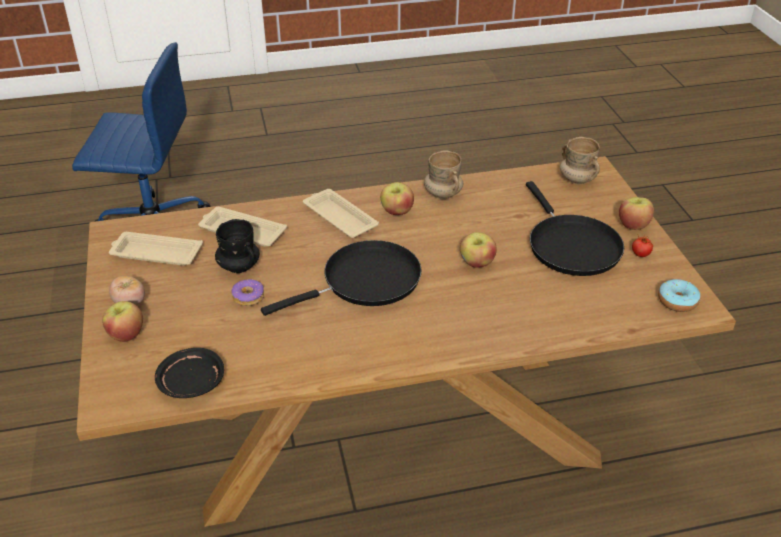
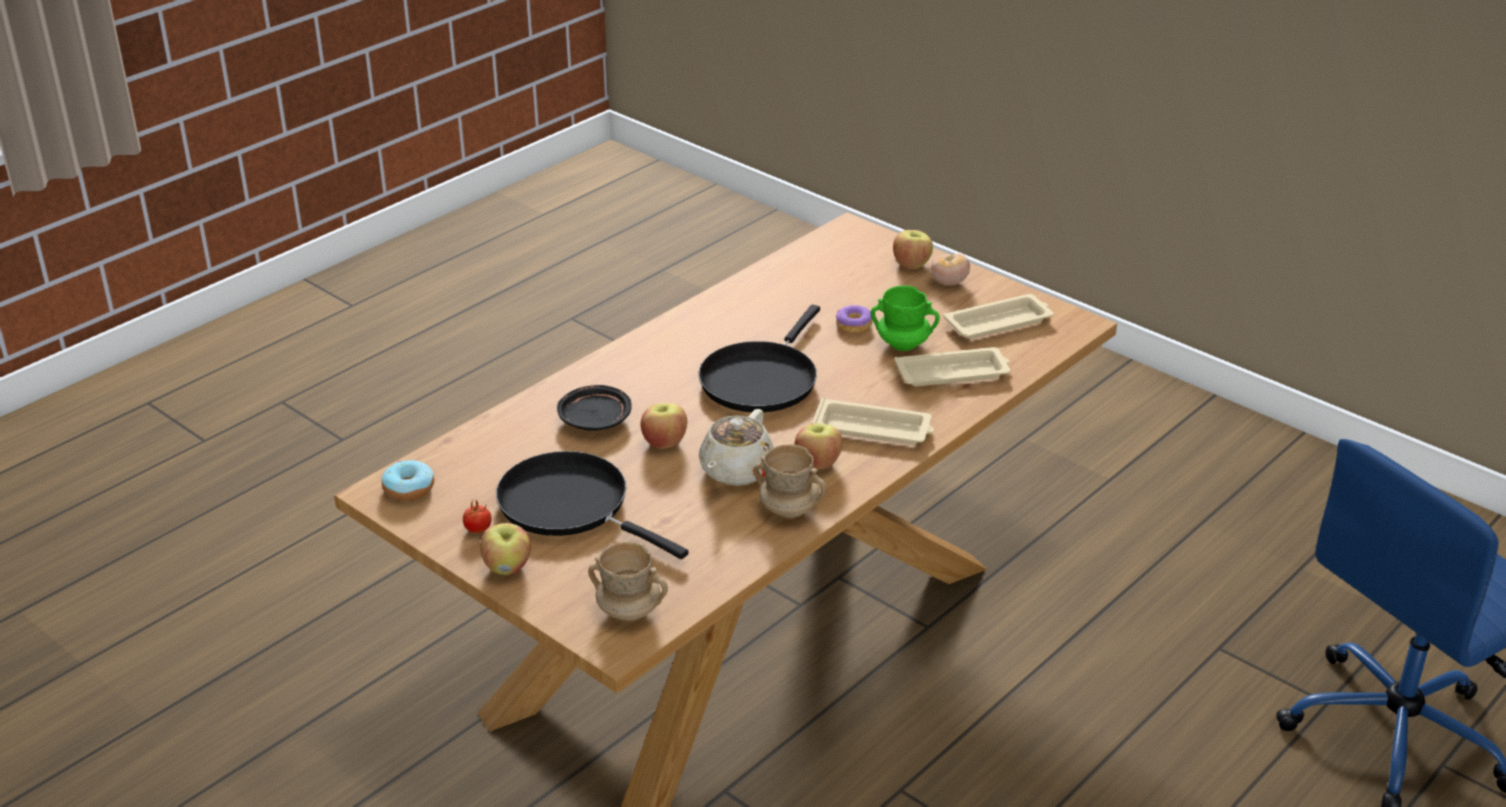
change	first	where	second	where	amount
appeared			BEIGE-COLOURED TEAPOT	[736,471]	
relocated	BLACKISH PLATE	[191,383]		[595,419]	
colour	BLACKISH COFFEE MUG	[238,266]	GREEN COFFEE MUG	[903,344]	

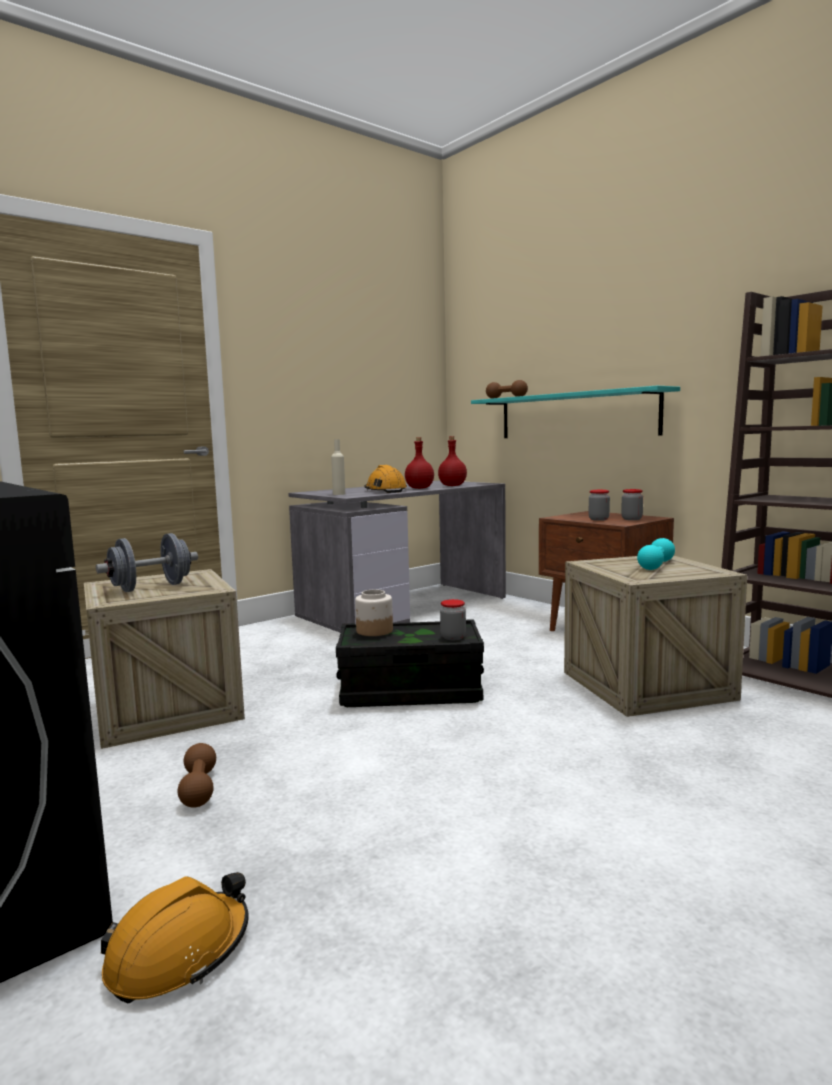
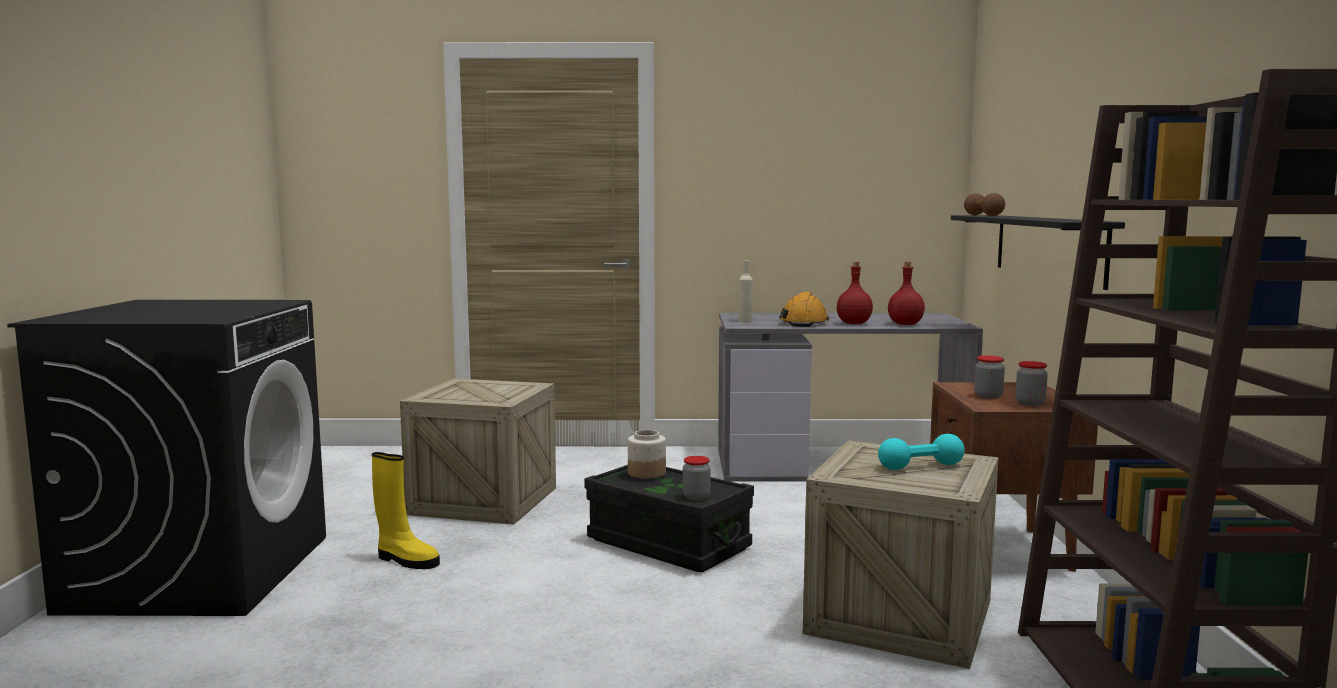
change	first	where	second	where	amount
missing	GRAY HAND WEIGHT	[151,587]			
missing	ORANGE WORK HELMET	[179,953]			
exchanged	BROWN-COLOURED HAND WEIGHT	[199,788]	YELLOW TALL BOOT	[406,560]	
colour	BLUE-GREEN WALL SHELF	[575,415]	BLACKISH WALL SHELF	[1047,247]	

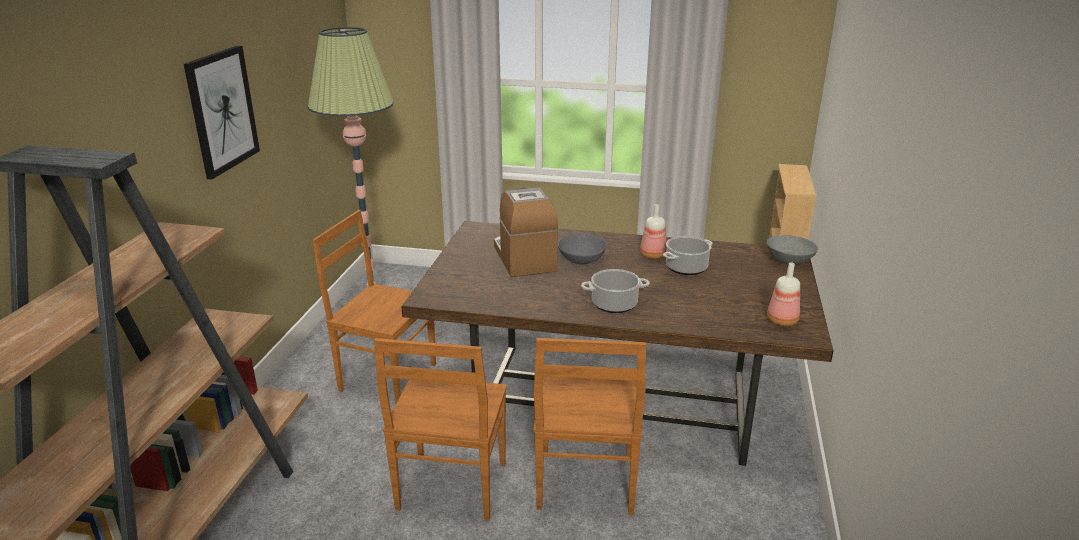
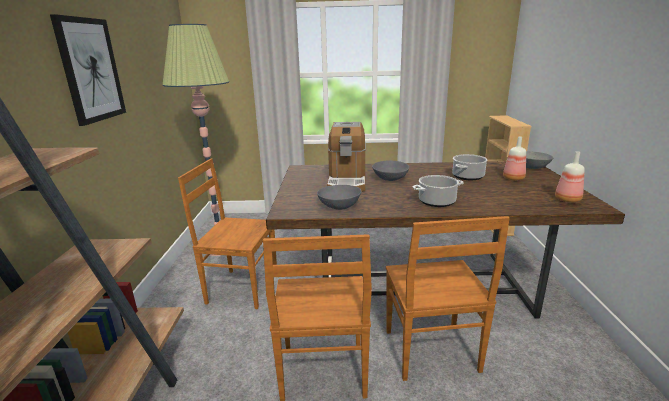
change	first	where	second	where	amount
appeared			GRAY BOWL	[340,206]	
relocated	BOTTLE	[652,255]		[512,178]	
spun	COFFEE MAKER	[524,258]		[347,181]	150 degrees counterclockwise

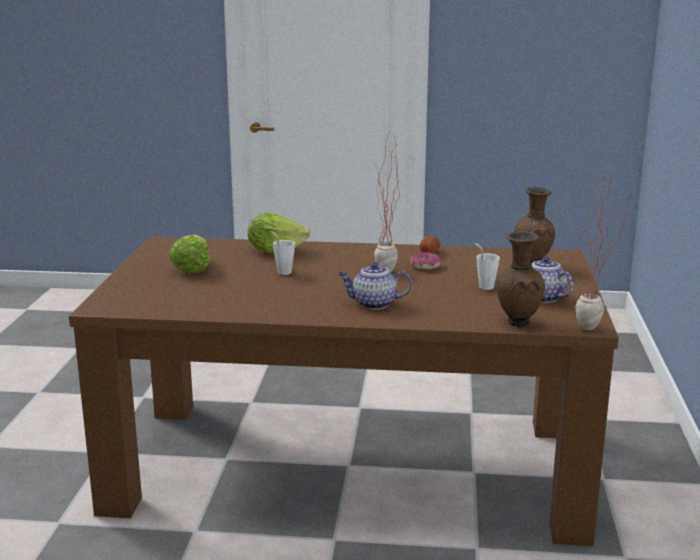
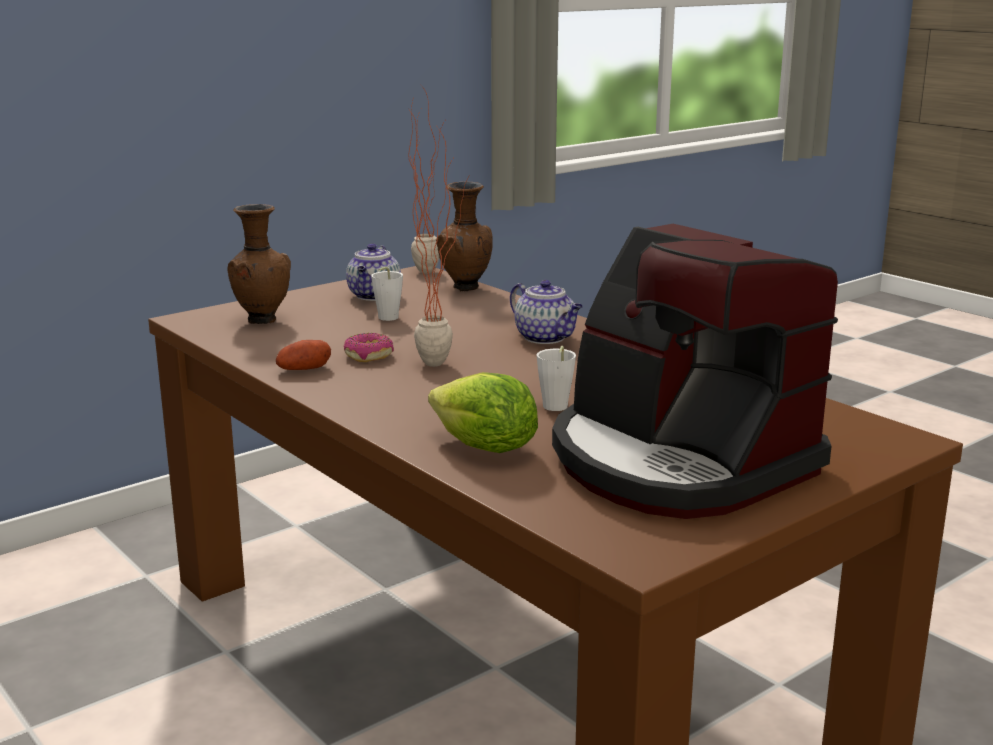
change	first	where	second	where	amount
exchanged	HEAD OF LETTUCE	[191,268]	COFFEE MAKER	[678,462]	

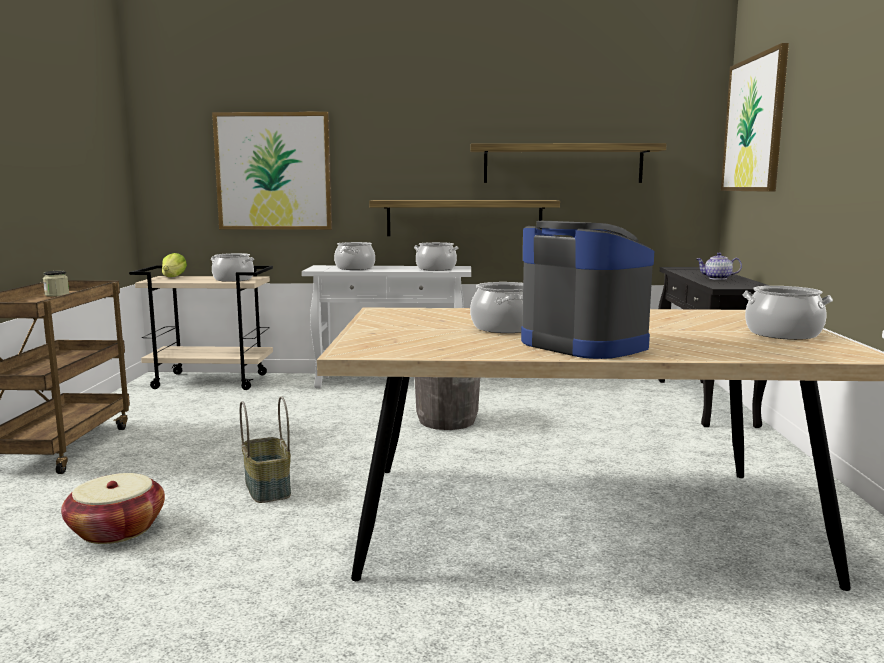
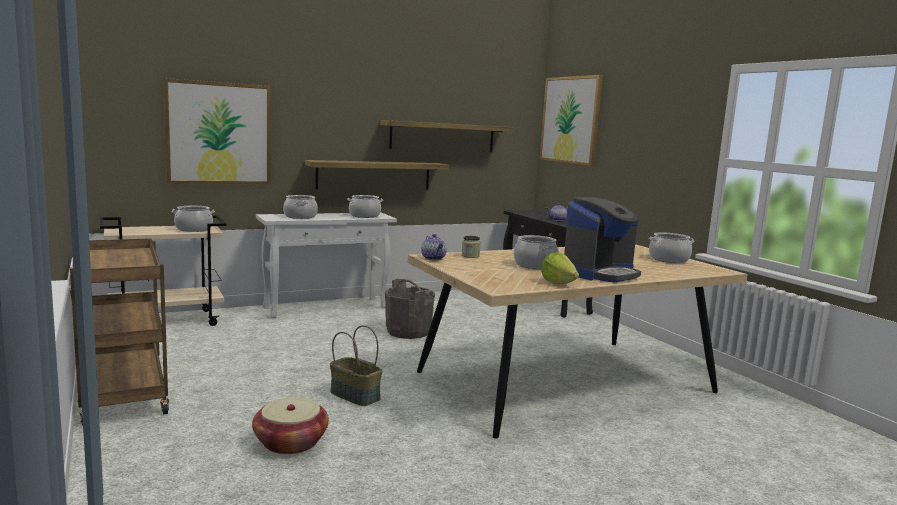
change	first	where	second	where	amount
appeared			TEAPOT	[434,258]	
relocated	STORAGE JAR	[57,295]		[470,256]	
relocated	HEAD OF LETTUCE	[174,277]		[558,283]	
spun	COFFEE MAKER	[584,344]		[600,273]	120 degrees clockwise

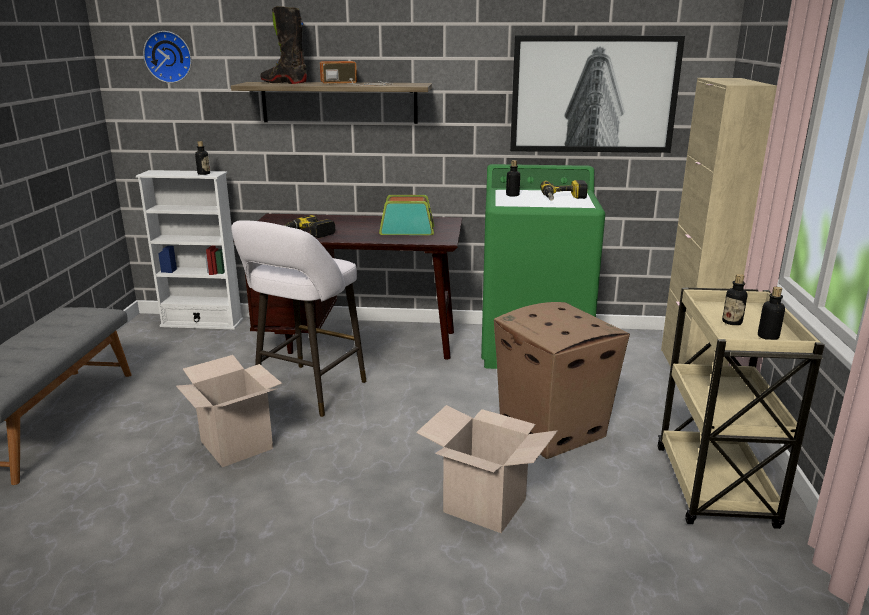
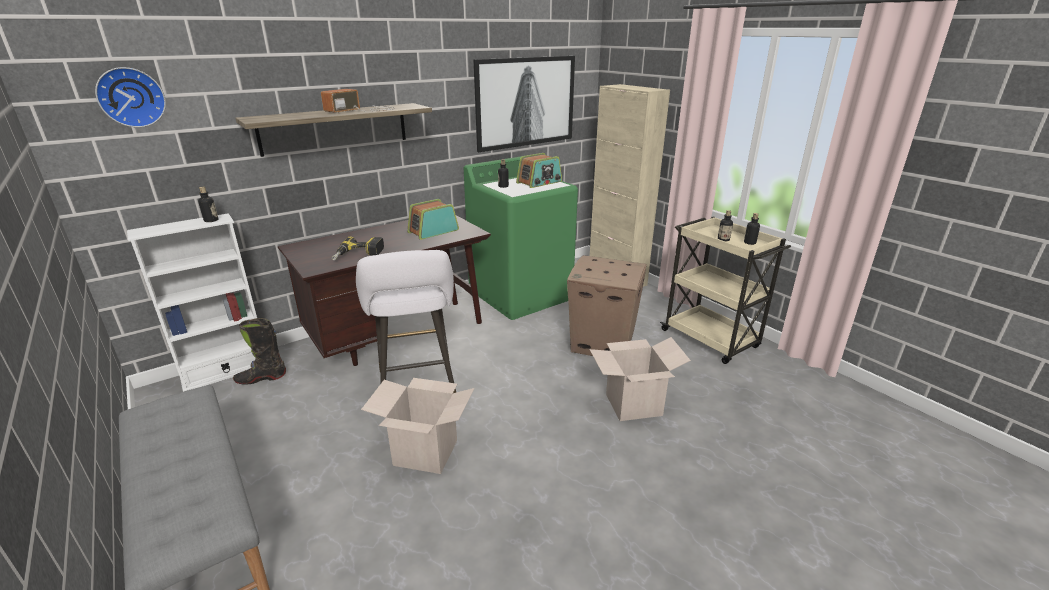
change	first	where	second	where	amount
relocated	BLACKISH TALL BOOT	[284,83]		[261,378]	
exchanged	ELECTRIC DRILL	[564,199]	RADIO SET	[539,182]	

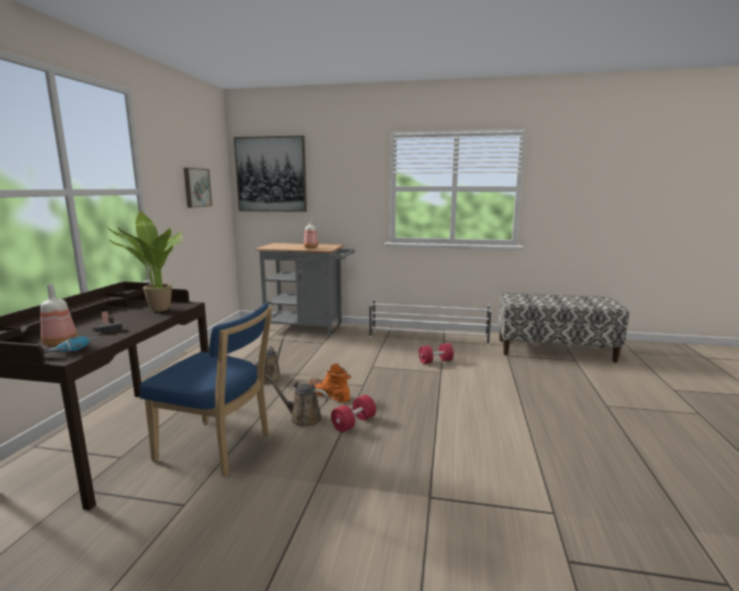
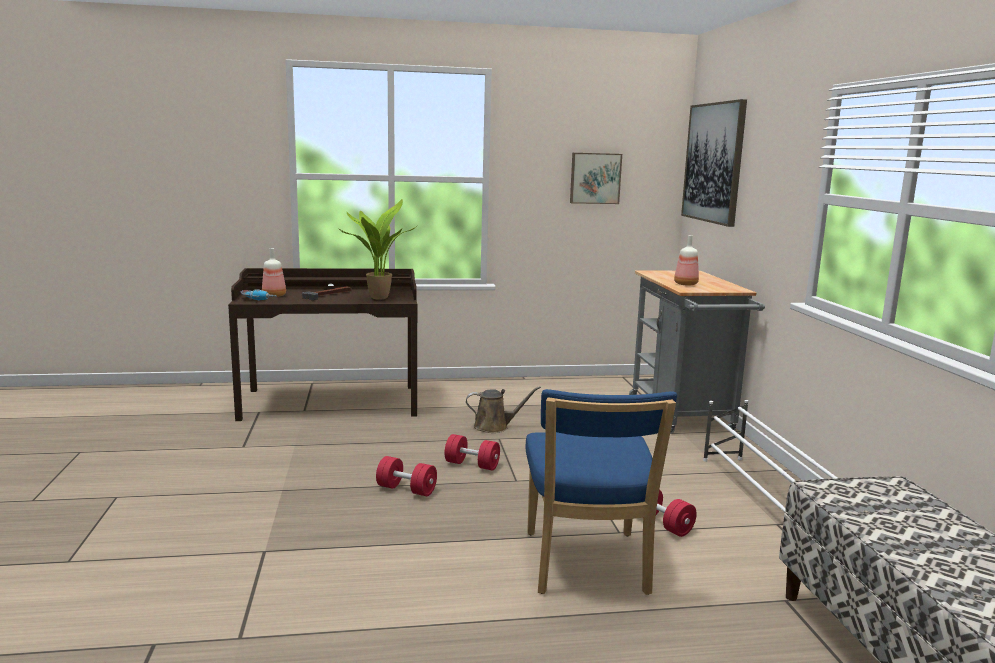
change	first	where	second	where	amount
missing	BROWN-COLOURED WATERING CAN	[302,418]			
relocated	BLUE PLAIN CHAIR	[218,448]		[586,567]	
exchanged	ORANGE TALL BOOT	[329,394]	REDDISH HAND WEIGHT	[472,465]	

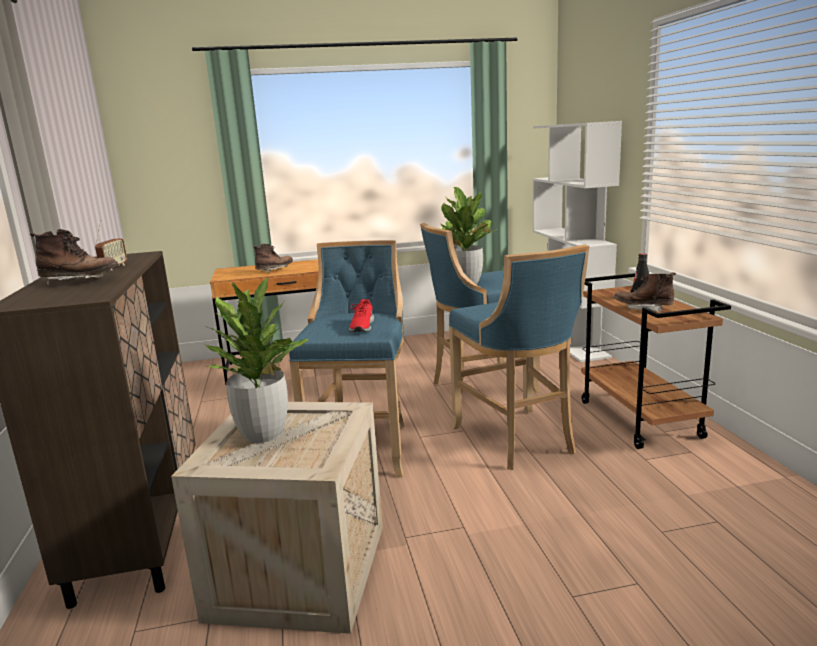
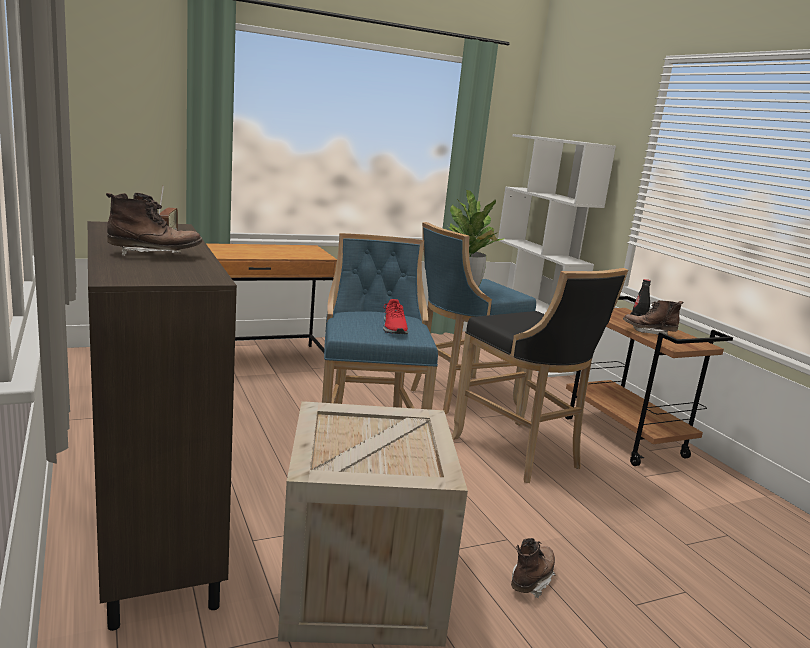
change	first	where	second	where	amount
missing	HOUSEPLANT	[263,434]			
relocated	BROWN-COLOURED TALL BOOT	[274,270]		[531,580]	
colour	BLUE STOOL	[517,440]	BLACKISH STOOL	[520,453]	

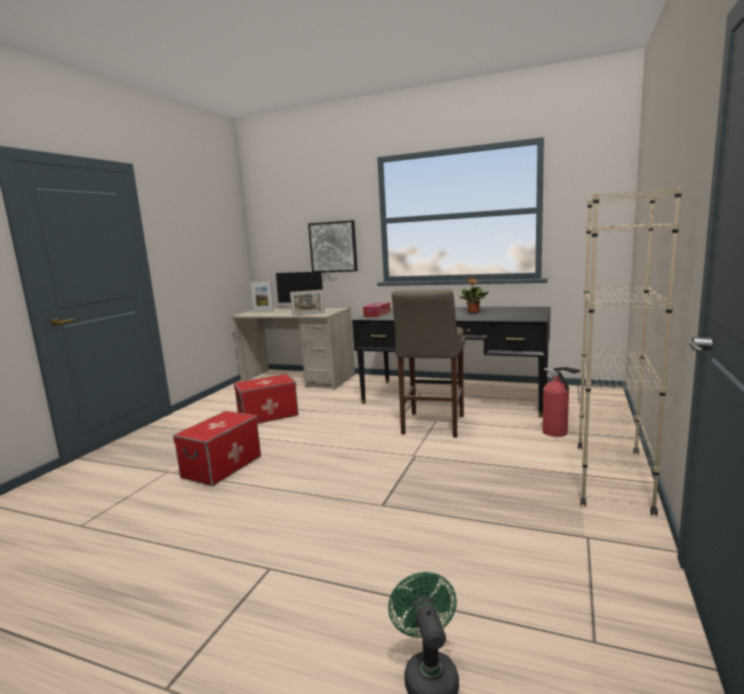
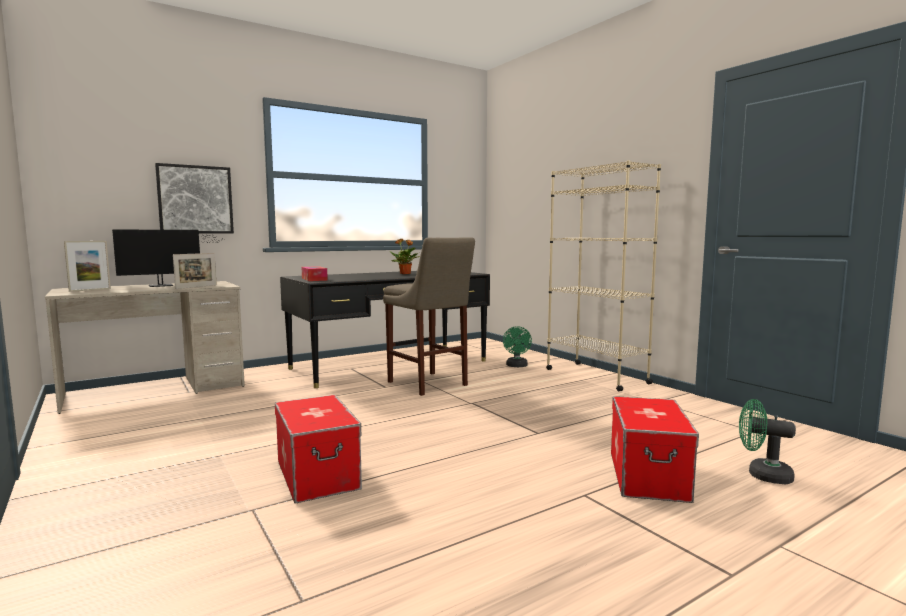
change	first	where	second	where	amount
relocated	STORAGE CONTAINER	[268,415]		[648,476]	
exchanged	FIRE EXTINGUISHER	[557,433]	GREEN COOLING FAN	[517,366]	

